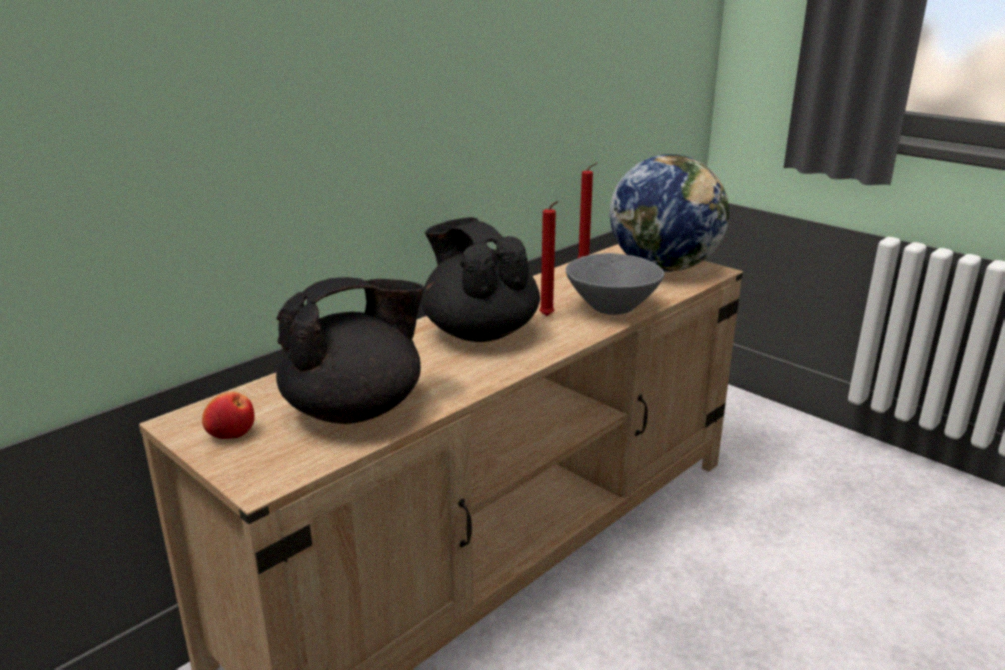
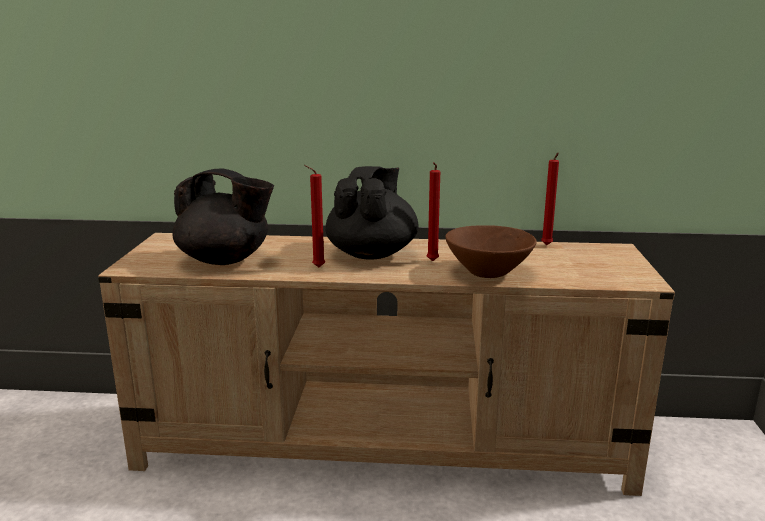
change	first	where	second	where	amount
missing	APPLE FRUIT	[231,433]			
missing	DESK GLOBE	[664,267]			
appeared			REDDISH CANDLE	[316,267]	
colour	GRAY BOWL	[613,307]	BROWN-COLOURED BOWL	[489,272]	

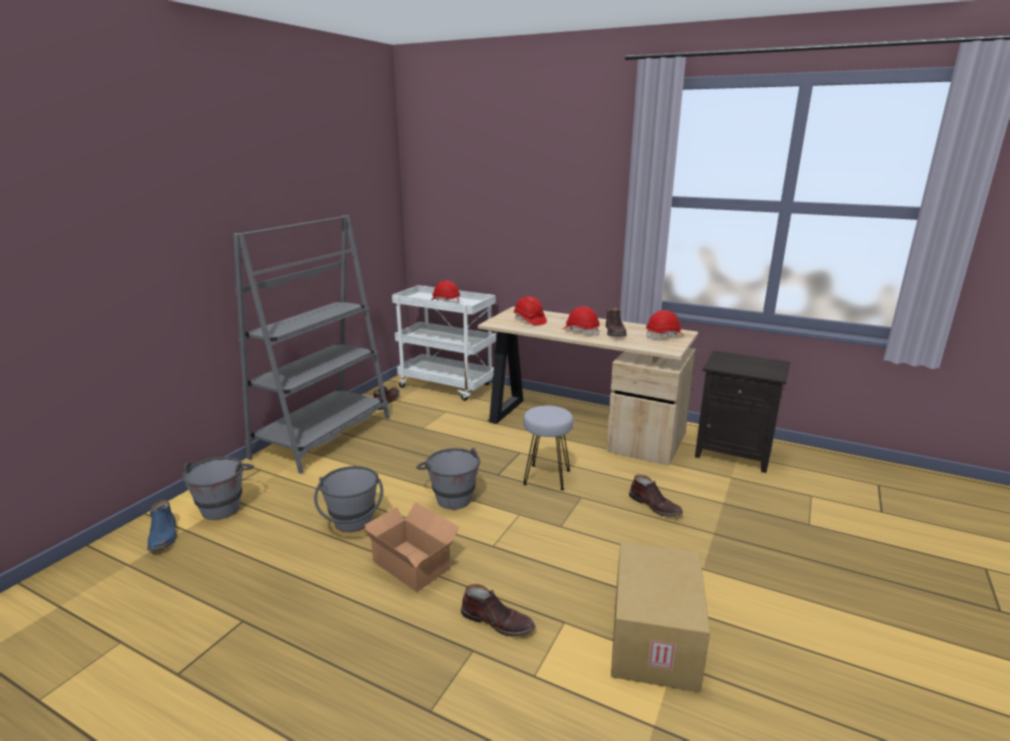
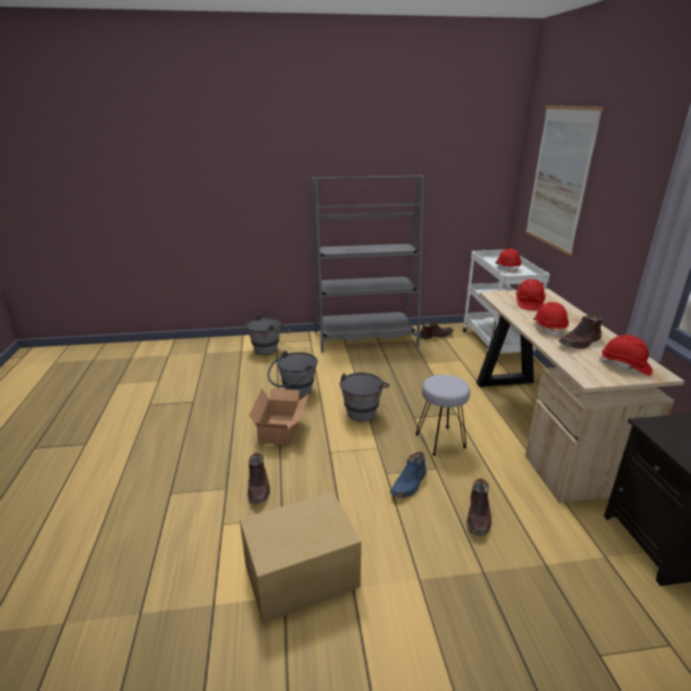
change	first	where	second	where	amount
appeared			WALL ART	[559,178]	
relocated	BLUE TALL BOOT	[164,536]		[409,484]	

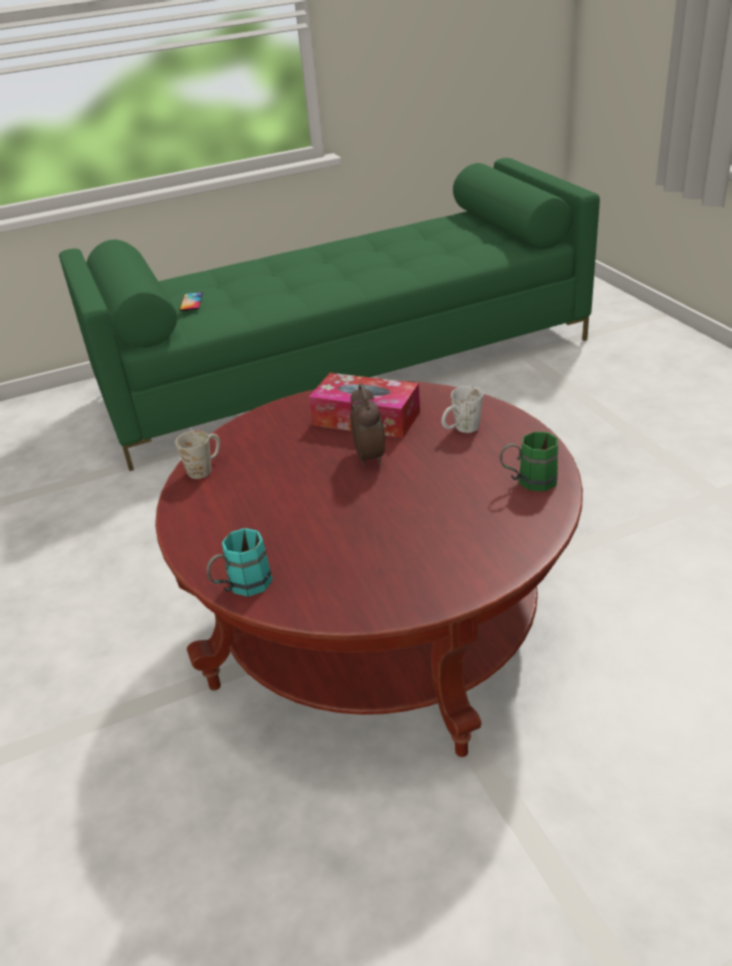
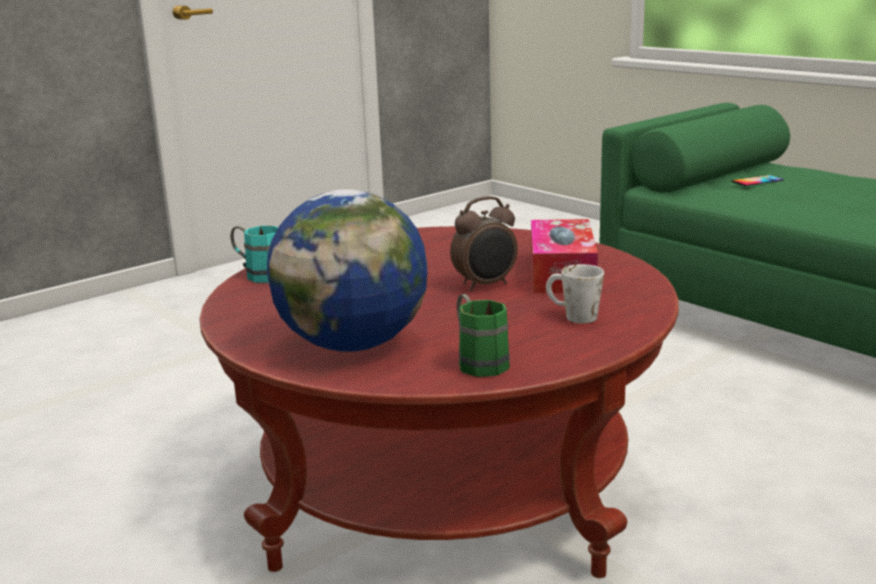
change	first	where	second	where	amount
missing	WHITE-COLOURED COFFEE MUG	[205,468]			
appeared			DESK GLOBE	[353,345]	

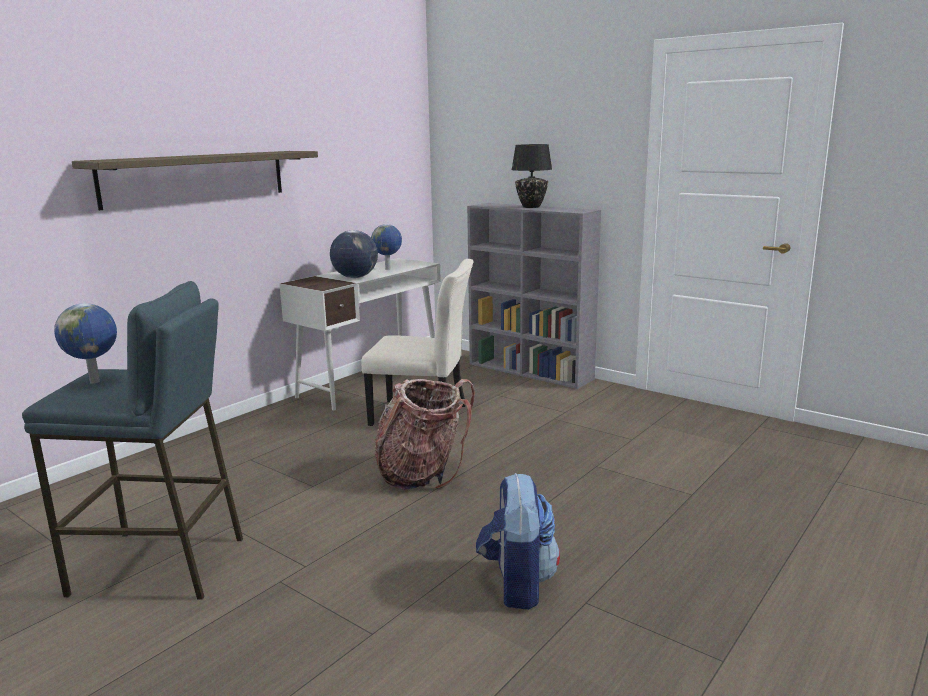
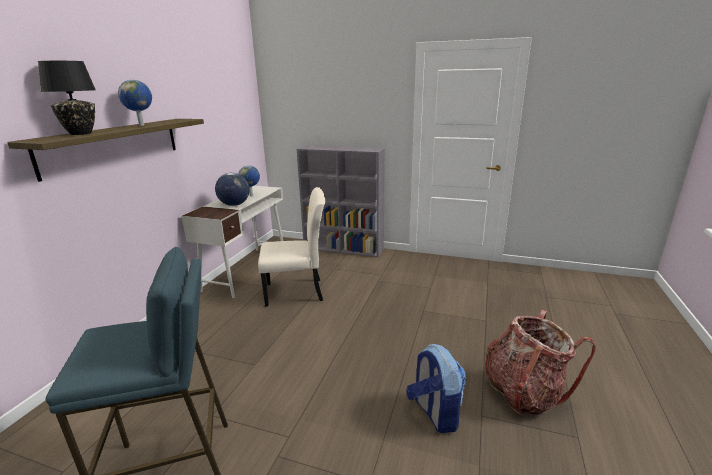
change	first	where	second	where	amount
relocated	DESK GLOBE	[96,382]		[142,125]	
relocated	KNAPSACK	[423,474]		[524,391]	
relocated	BLACKISH TABLE LAMP	[531,207]		[81,133]	

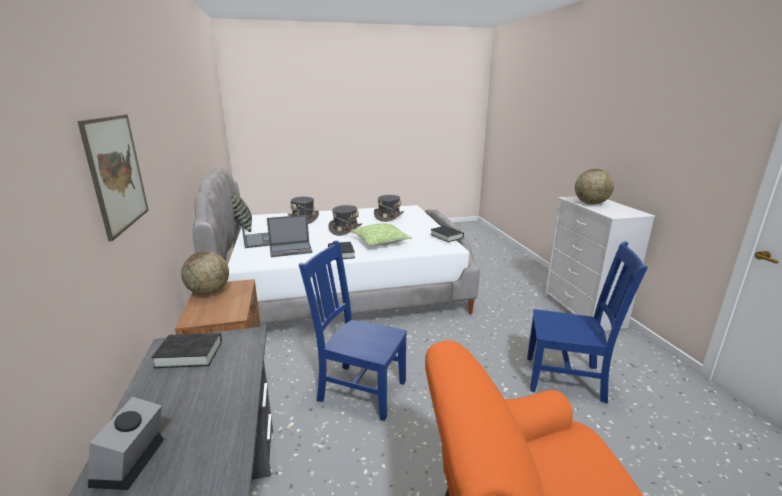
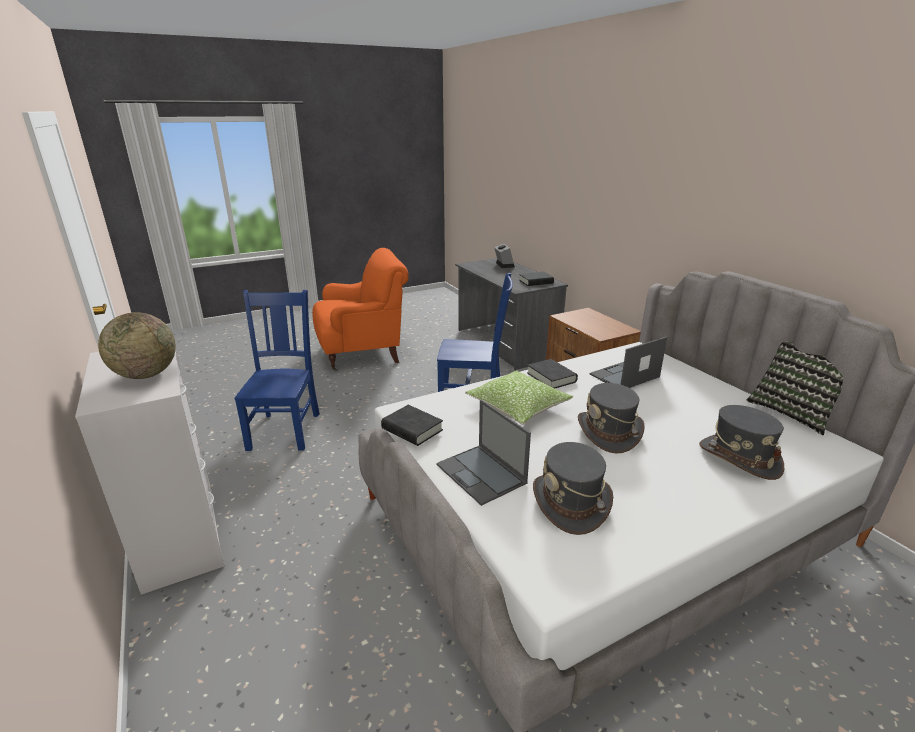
change	first	where	second	where	amount
missing	WALL ART	[116,173]			
missing	DESK GLOBE	[209,292]			
relocated	LAPTOP	[258,240]		[482,474]	
spun	BLUE PLAIN CHAIR	[567,379]		[285,429]	90 degrees clockwise

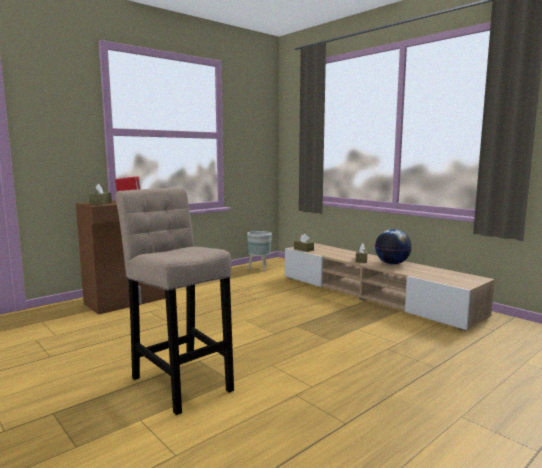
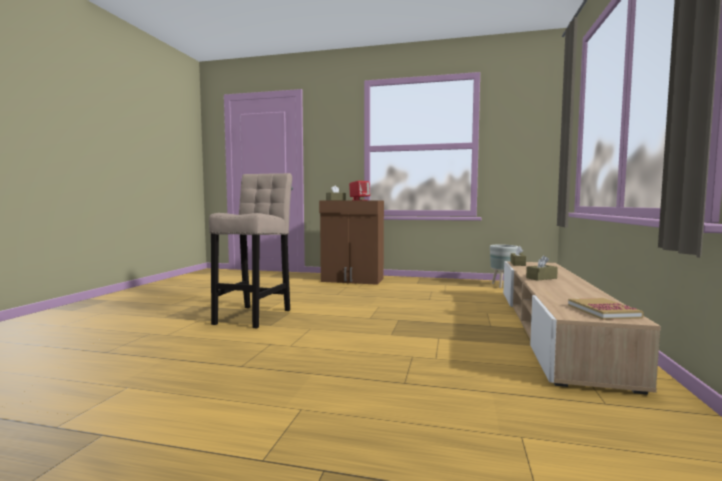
change	first	where	second	where	amount
missing	DESK GLOBE	[392,263]			
appeared			BOUND BOOK	[603,311]	

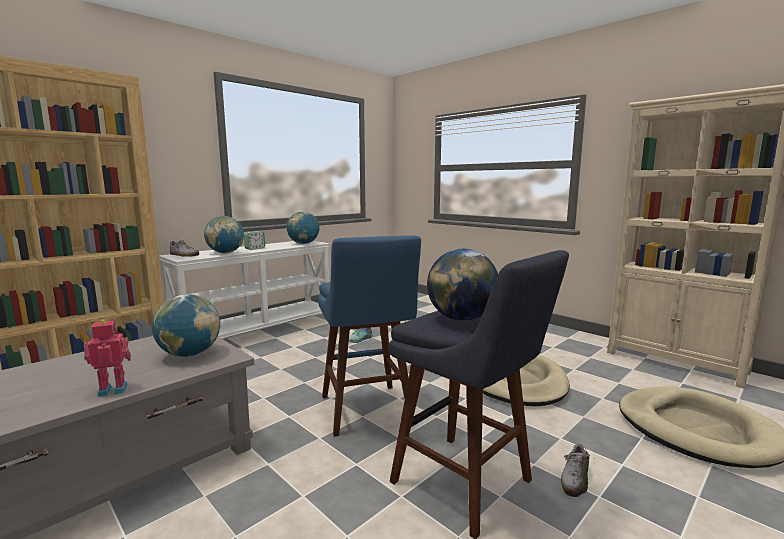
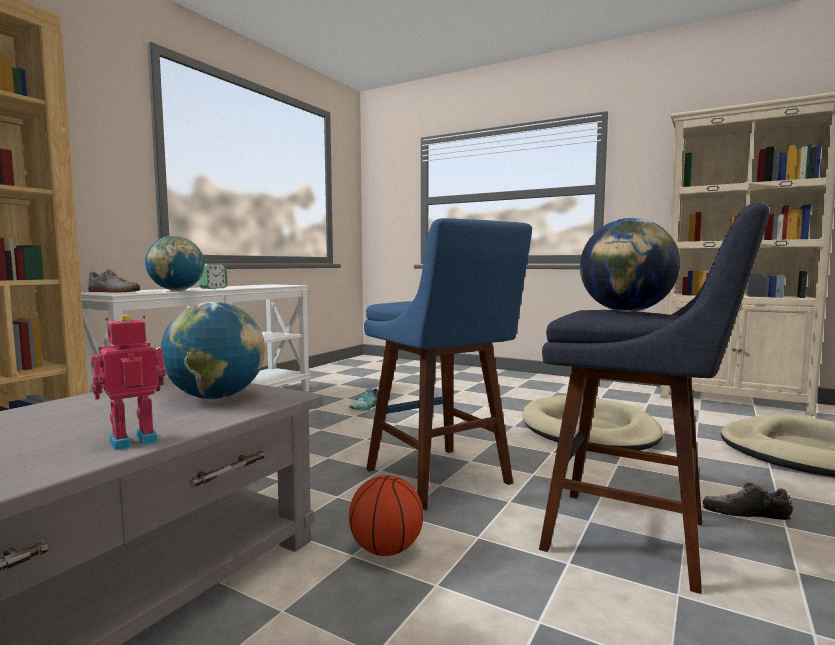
change	first	where	second	where	amount
missing	DESK GLOBE	[303,244]			
appeared			BALL FOR BASKETBALL	[386,550]	
spun	SHOE	[575,479]		[745,514]	90 degrees clockwise

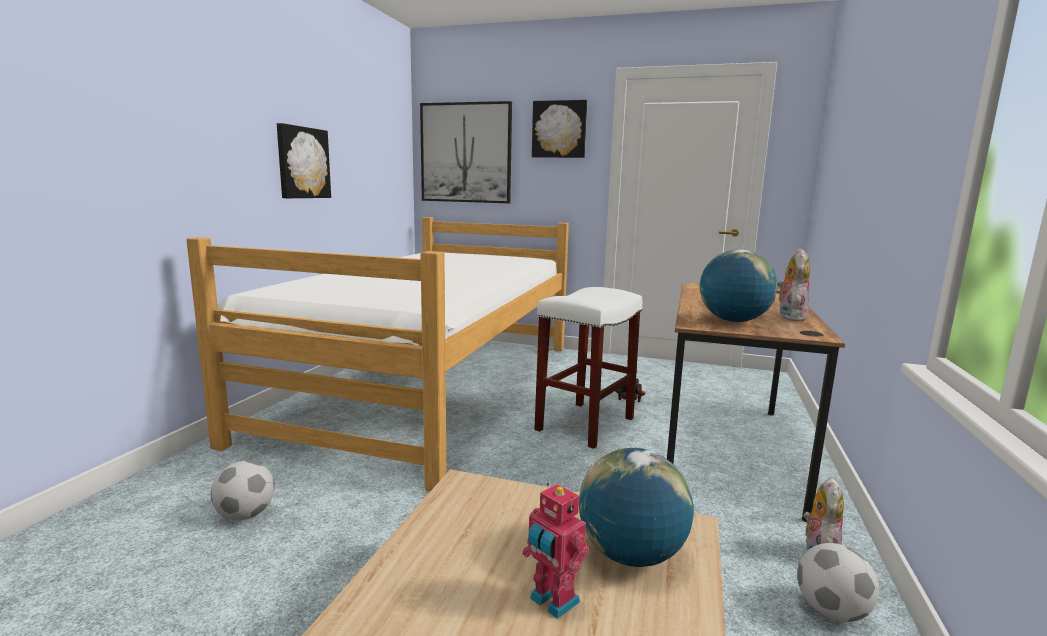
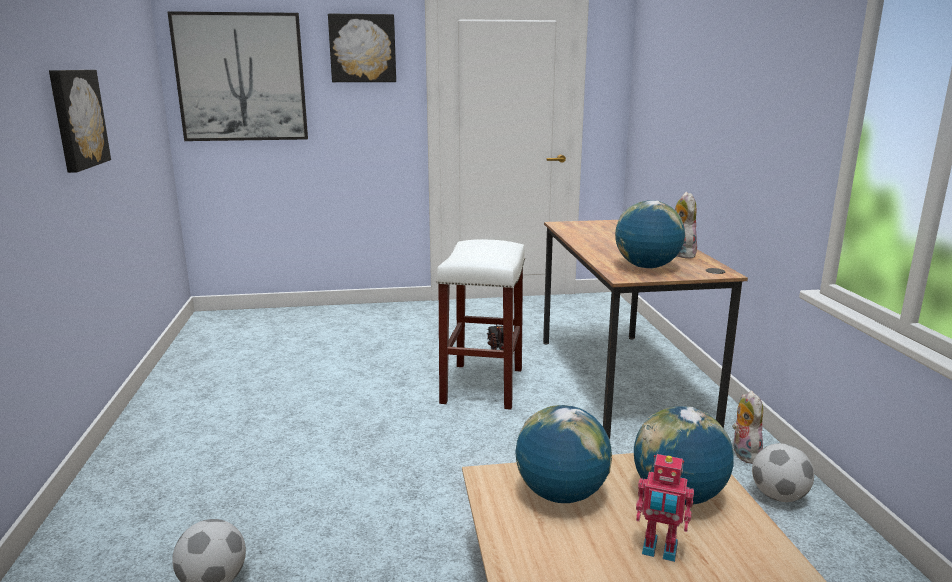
change	first	where	second	where	amount
missing	BED	[433,386]			
appeared			DESK GLOBE	[561,494]	

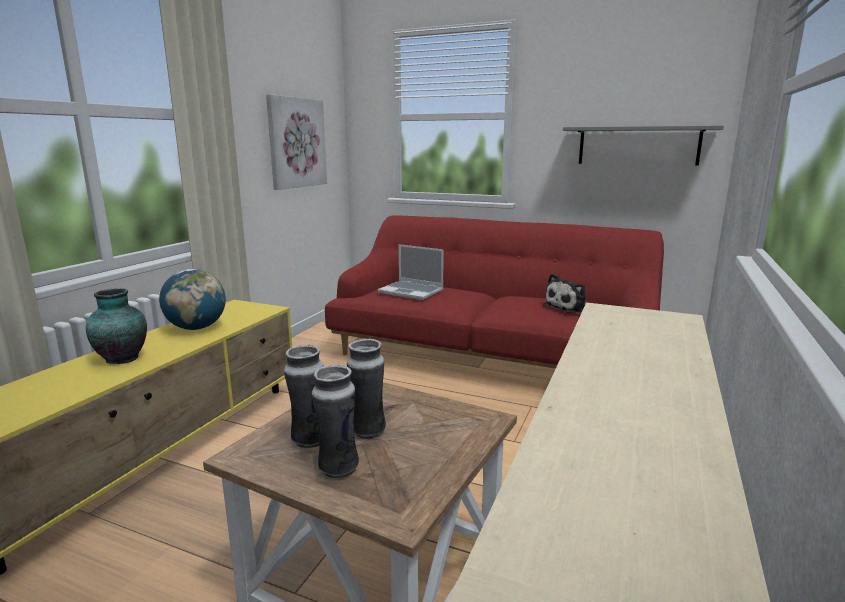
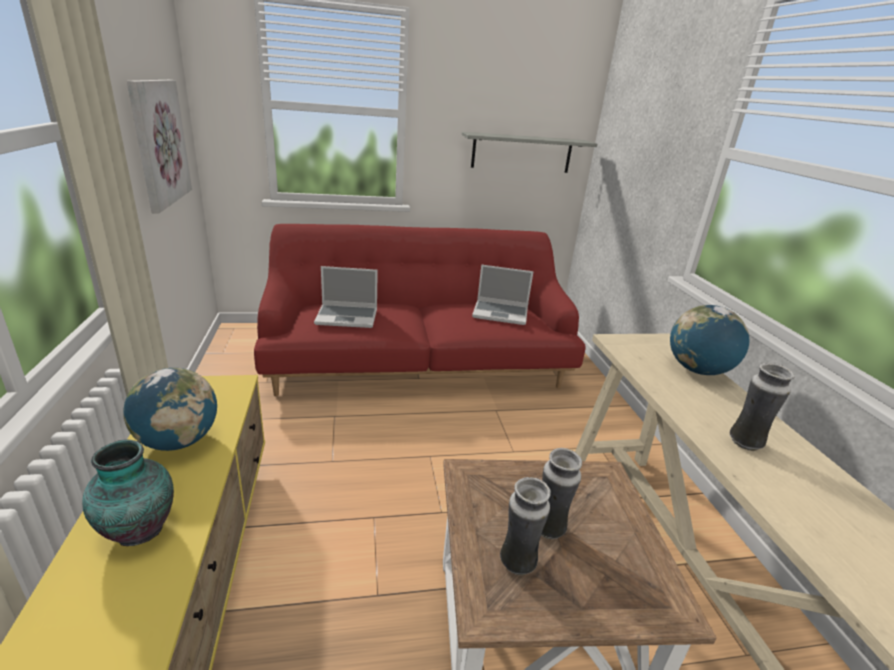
change	first	where	second	where	amount
appeared			DESK GLOBE	[697,370]	
relocated	DECORATIVE VASE	[338,469]		[745,443]	
exchanged	CUDDLY TOY	[568,307]	LAPTOP	[501,313]	

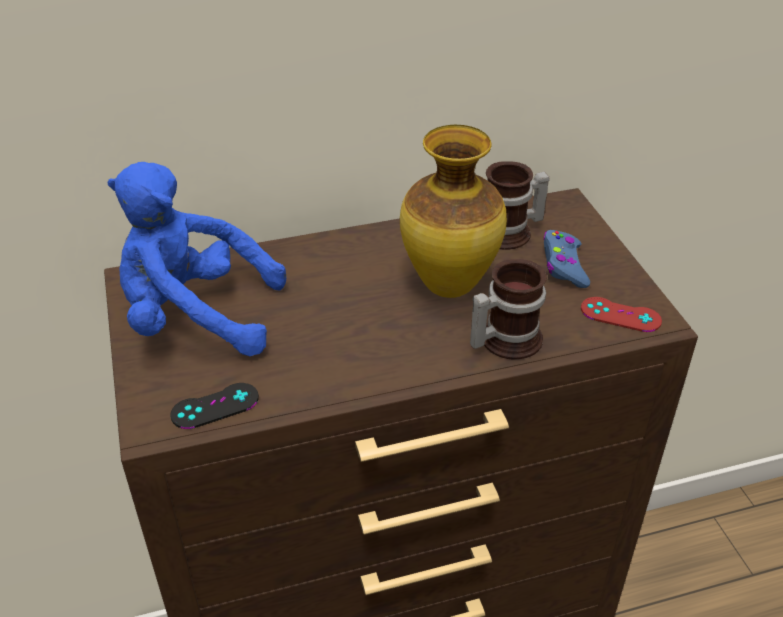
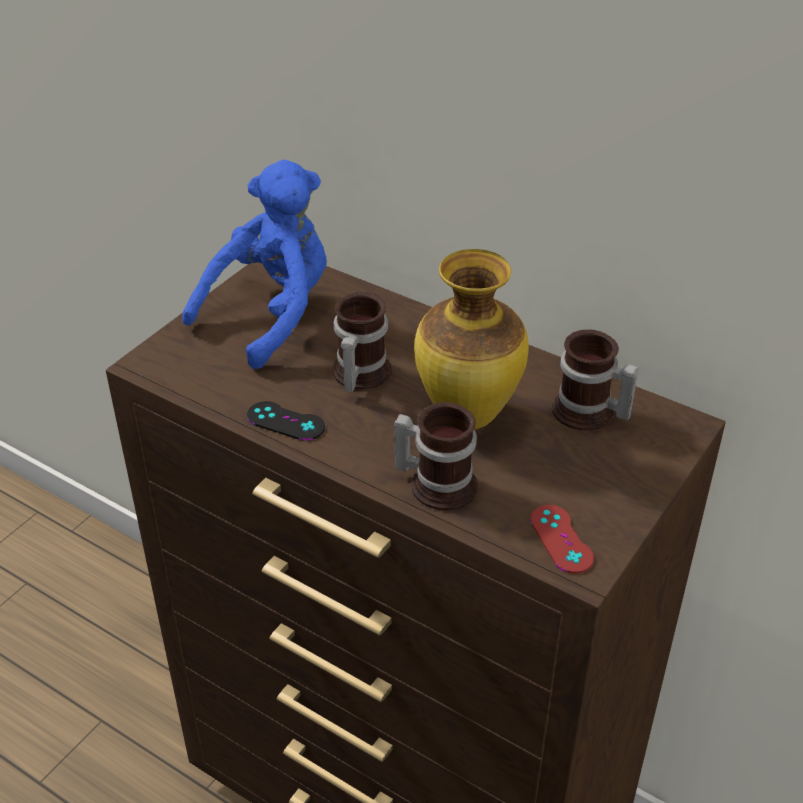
change	first	where	second	where	amount
missing	BLUE JOYPAD	[563,266]			
appeared			COFFEE MUG	[357,374]	
relocated	BLACKISH JOYPAD	[215,406]		[285,421]	
spun	BLUE CUDDLY TOY	[196,317]		[272,314]	75 degrees clockwise

